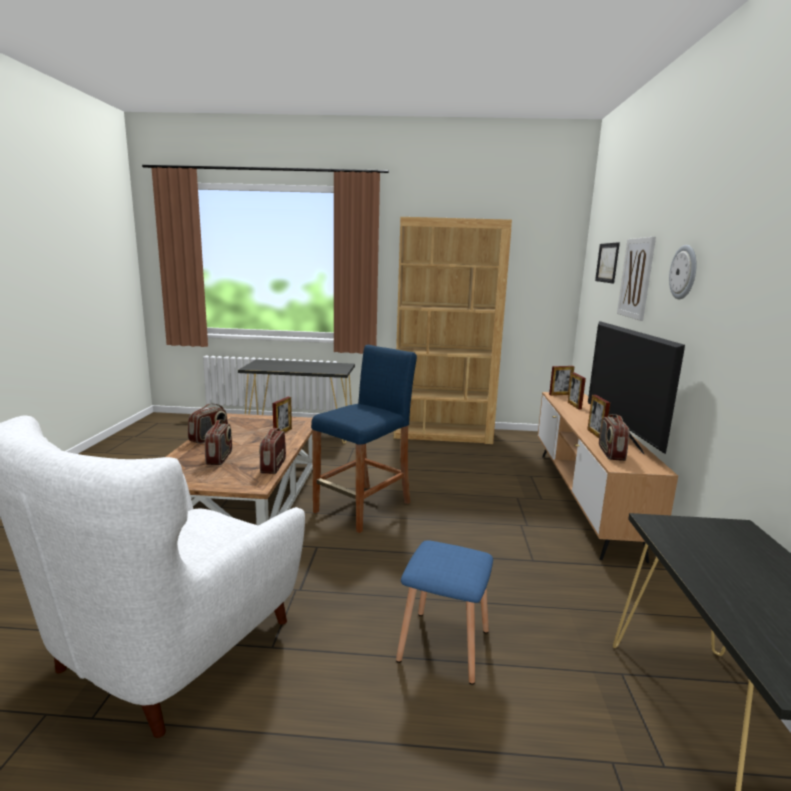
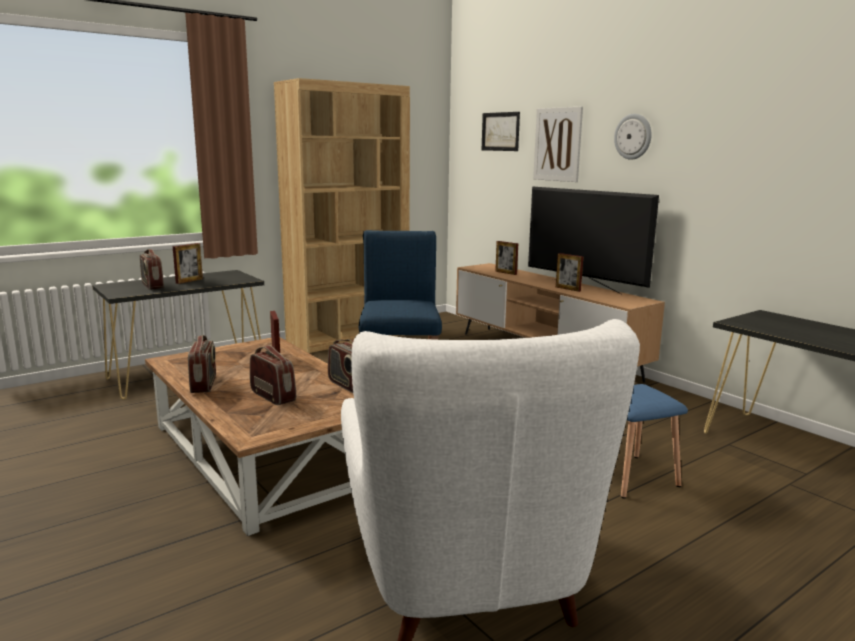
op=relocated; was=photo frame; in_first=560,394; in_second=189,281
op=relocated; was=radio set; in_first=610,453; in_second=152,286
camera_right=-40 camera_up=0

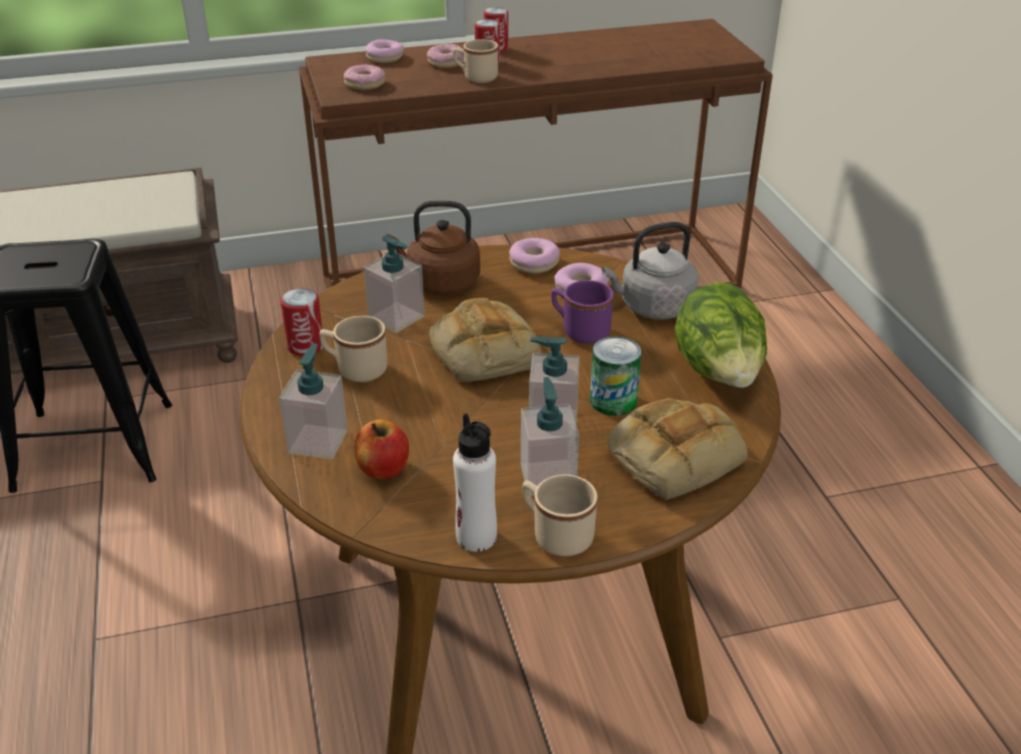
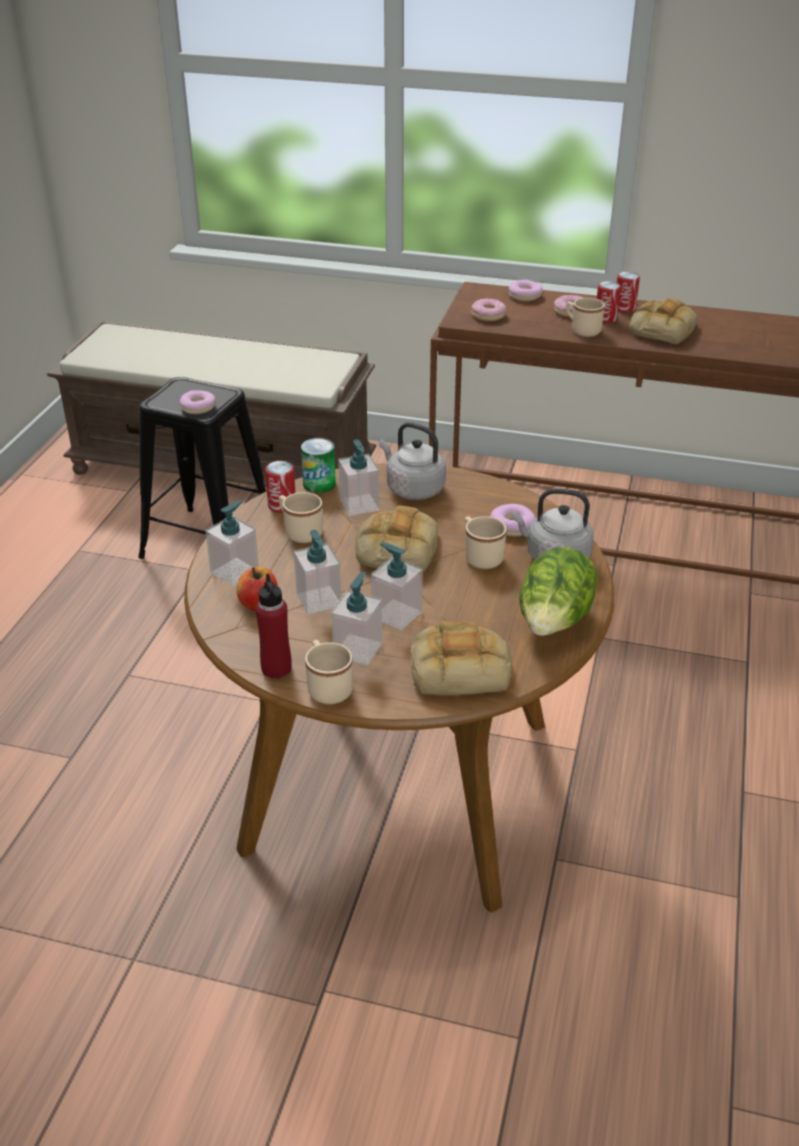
op=appeared; now=liquid soap bottle; in_second=319,600
op=appeared; now=bakery bread; in_second=661,329
op=relocated; was=doughnut; in_first=534,263; in_second=198,407
op=relocated; was=metal can; in_first=613,401; in_second=319,484
op=colour; was=tea kettle/brown-coloured; now=tea kettle/grey; in_first=439,282; in_second=412,489
op=colour; was=drink bottle/white; now=drink bottle/reddish; in_first=476,537; in_second=276,668
op=colour; was=tea mug/purplish; now=tea mug/beige-coloured; in_first=579,330; in_second=480,556
camera_right=30 camera_up=0

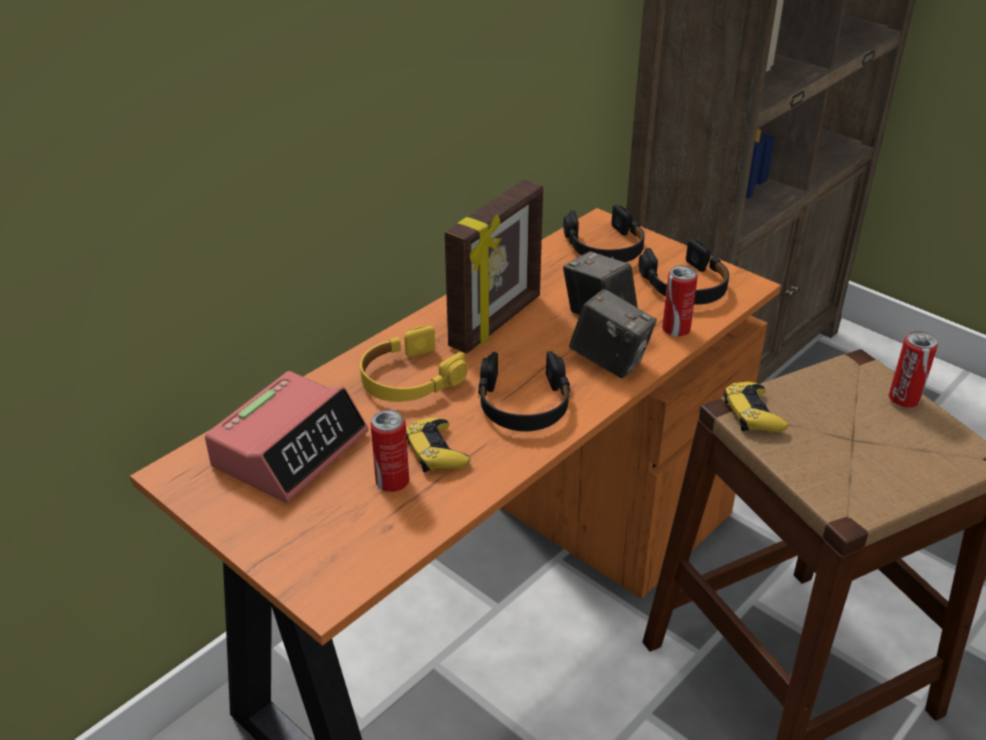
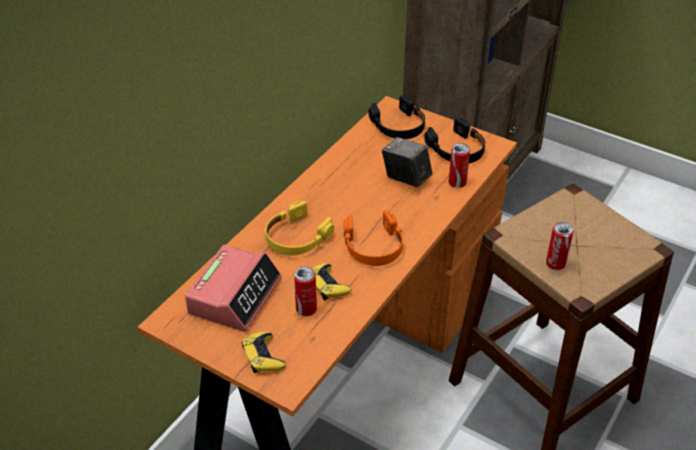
op=missing; was=photo frame; in_first=497,322
op=missing; was=photo camera; in_first=610,361
op=relocated; was=gamepad/yellow; in_first=753,414; in_second=263,356
op=relocated; was=metal can; in_first=904,399; in_second=555,263
op=colour; was=headset/black; now=headset/orange; in_first=523,404; in_second=373,246
camera_right=-10 camera_up=5

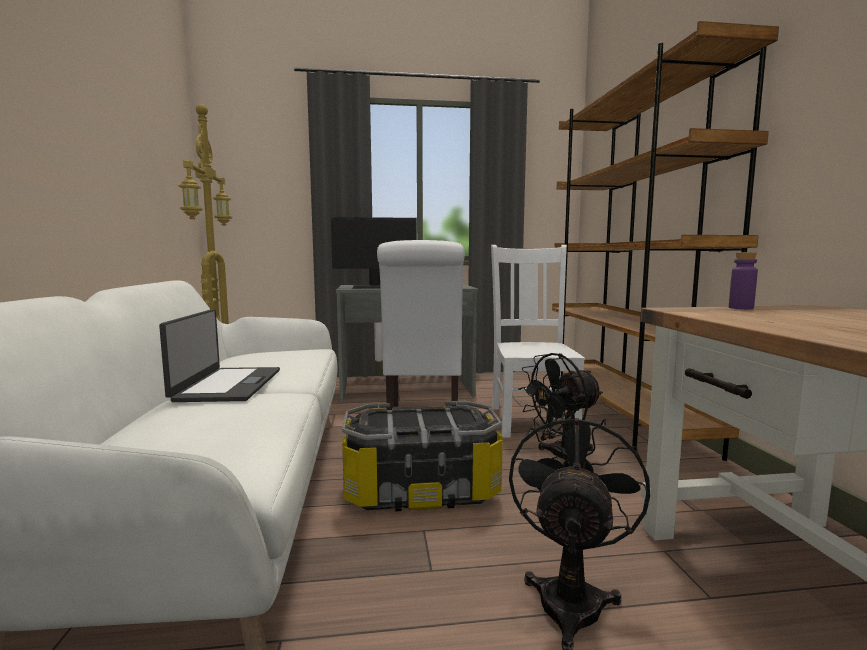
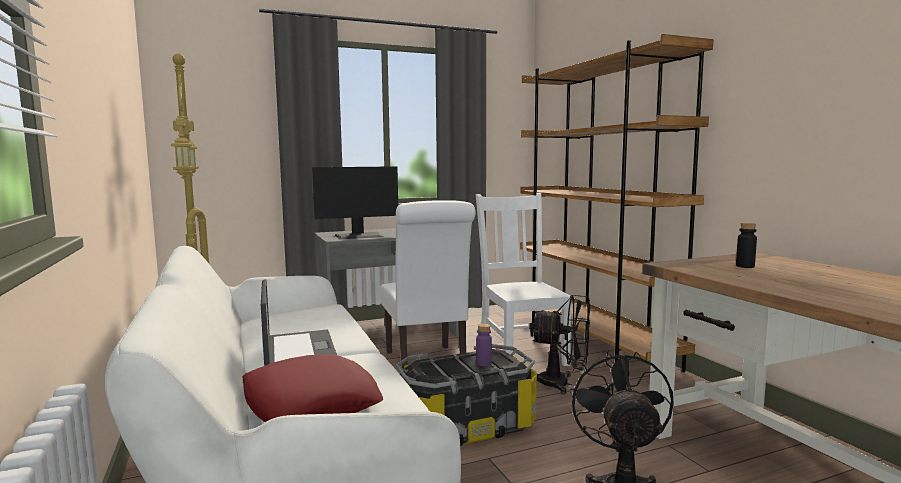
op=appeared; now=pillow/reddish; in_second=309,403
op=appeared; now=drink bottle/black; in_second=745,266
op=relocated; was=drink bottle/purplish; in_first=741,308; in_second=484,363
op=spun; was=cooling fan/black; in_first=560,457; in_second=562,384; clockwise=-120
camera_right=-15 camera_up=0

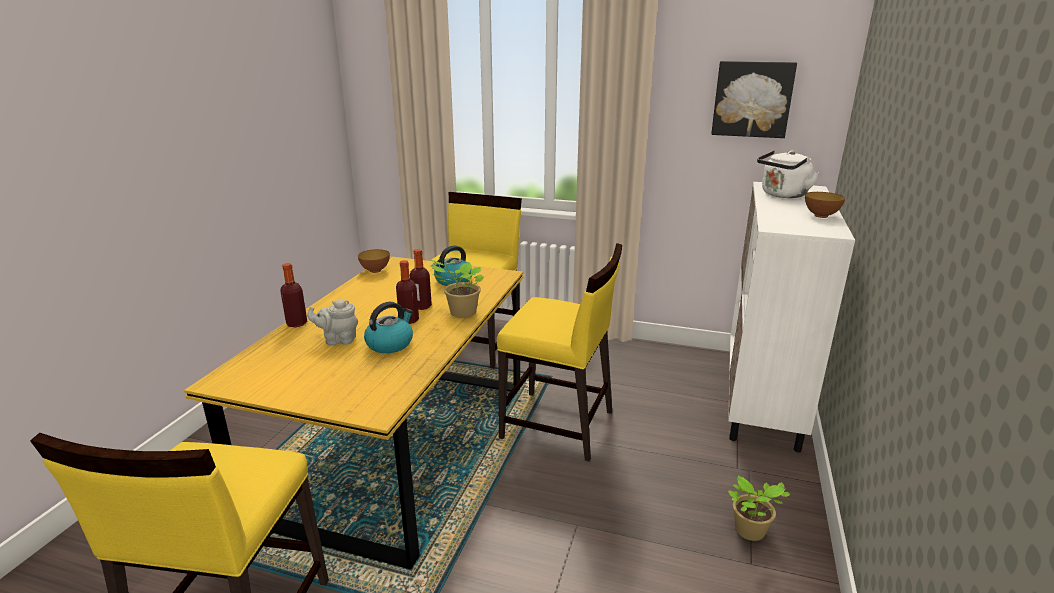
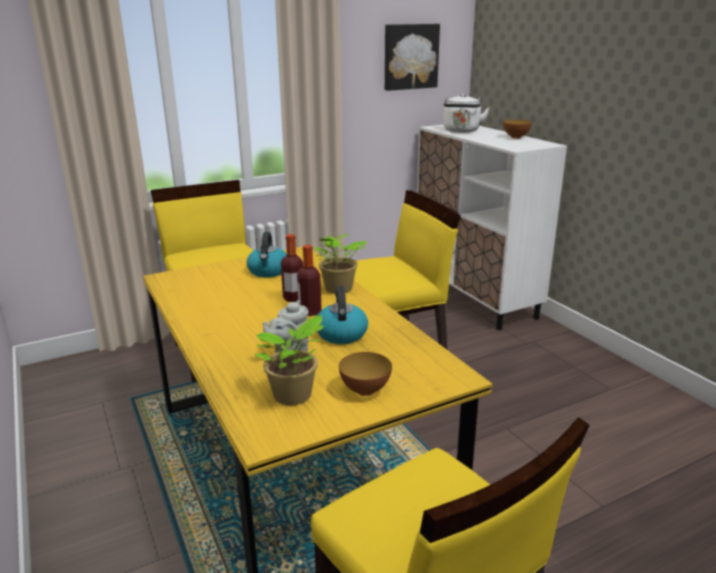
op=missing; was=drink bottle; in_first=297,323
op=relocated; was=deep dish; in_first=375,271; in_second=365,390
op=relocated; was=houseplant; in_first=750,532; in_second=294,396
camera_right=-45 camera_up=0

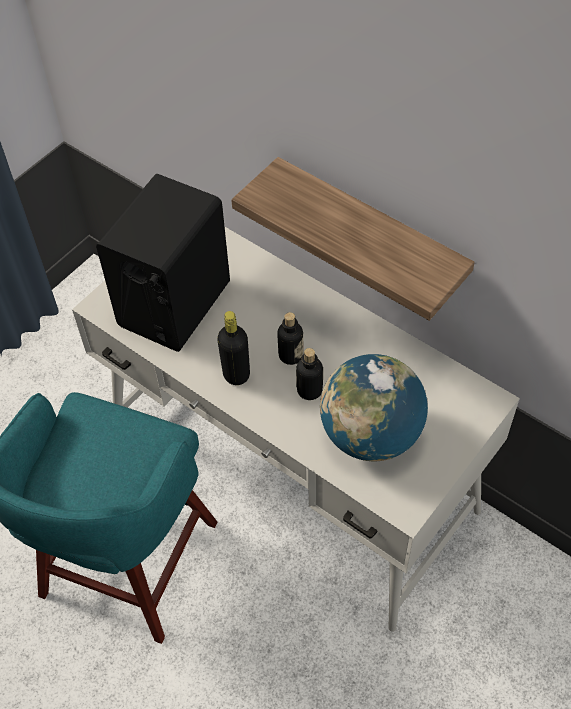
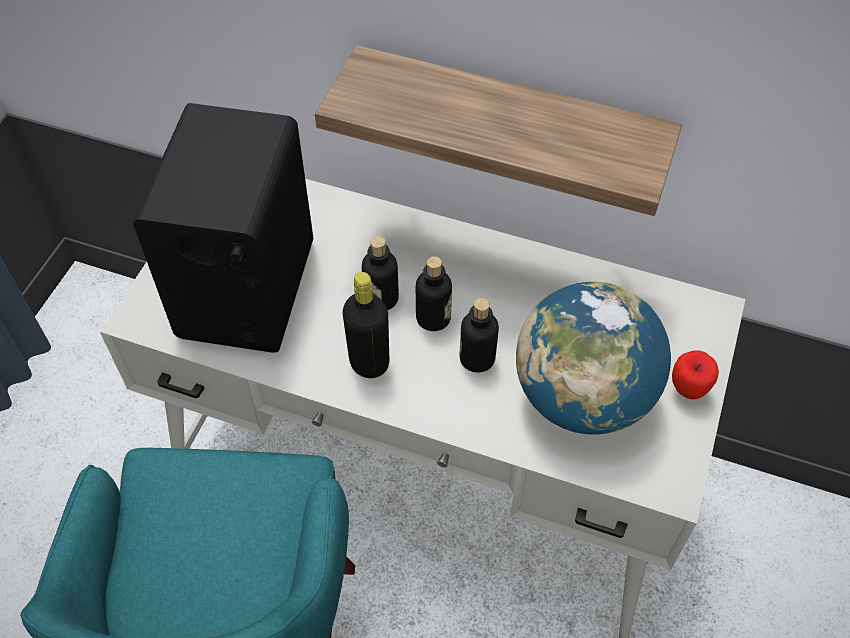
op=appeared; now=drink bottle; in_second=381,299
op=appeared; now=whole apple; in_second=687,390
camera_right=-20 camera_up=0

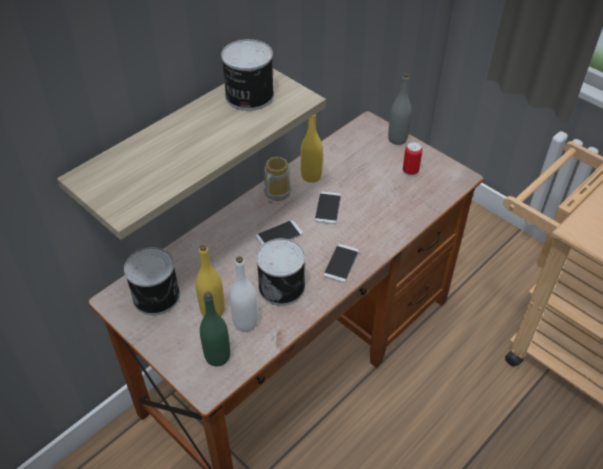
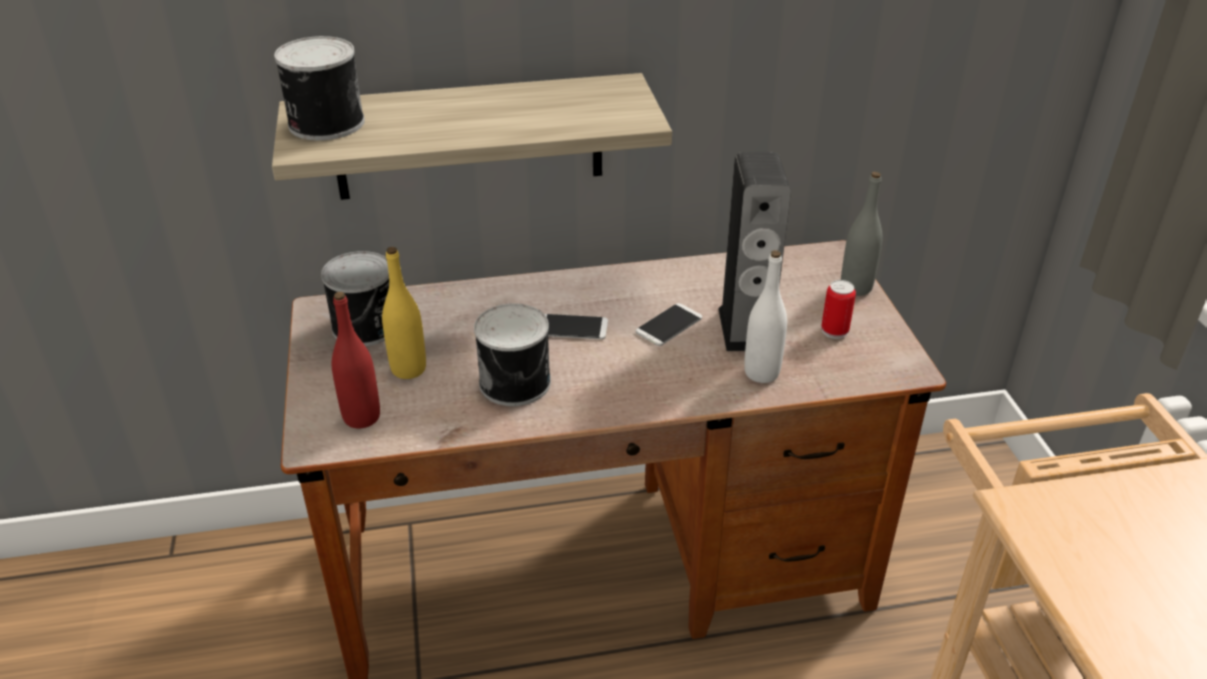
op=missing; was=tea mug; in_first=274,195
op=missing; was=drink bottle/yellow; in_first=311,176
op=missing; was=telephone; in_first=341,263
op=appeared; now=audio speaker; in_second=746,328
op=relocated; was=metal can; in_first=248,96; in_second=324,123
op=relocated; was=drink bottle/white; in_first=245,322; in_second=761,373
op=colour; was=drink bottle/greenish; now=drink bottle/reddish; in_first=217,356; in_second=361,417
camera_right=35 camera_up=-10

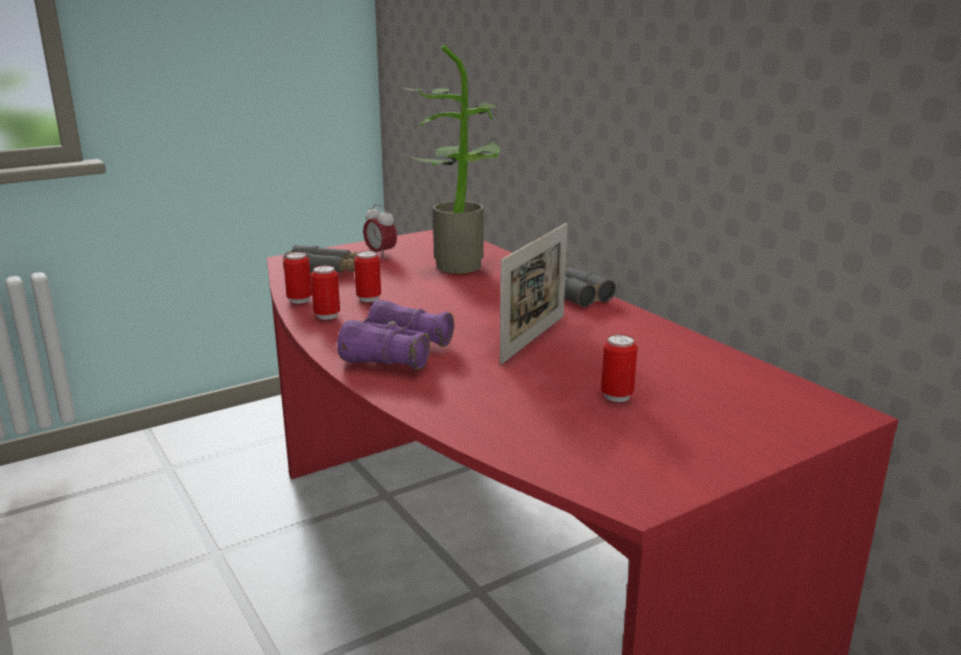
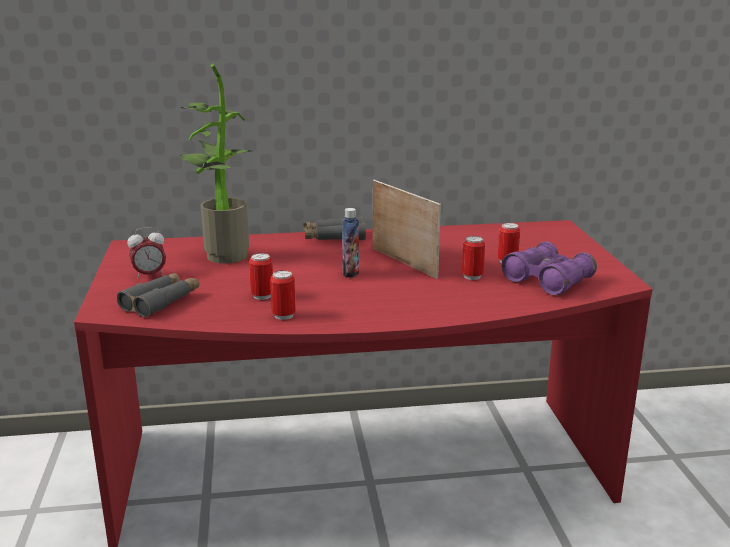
op=appeared; now=drink bottle; in_second=350,273
op=relocated; was=metal can; in_first=299,300; in_second=472,276
op=relocated; was=field glasses/purplish; in_first=397,353; in_second=548,280
camera_right=-65 camera_up=0

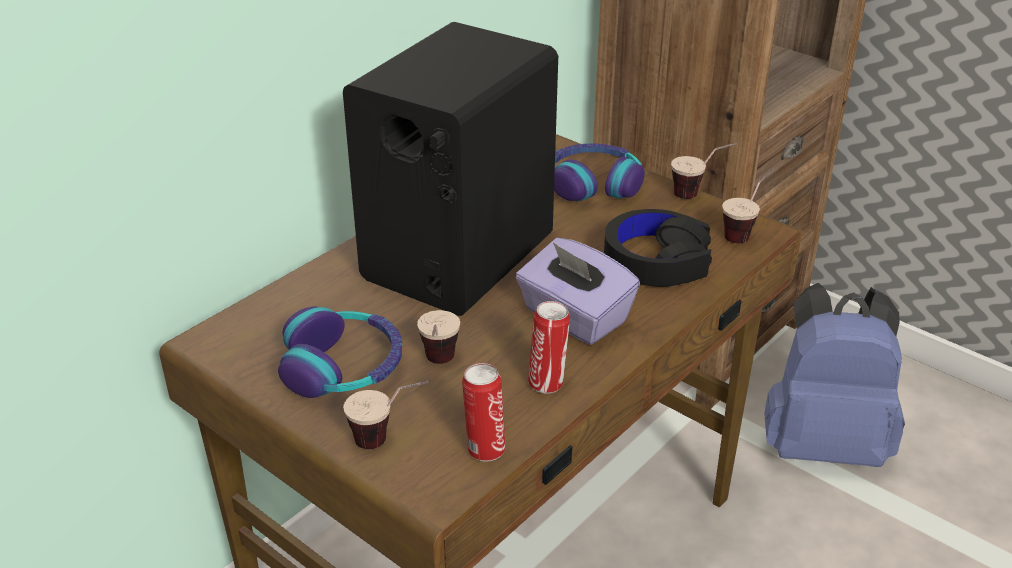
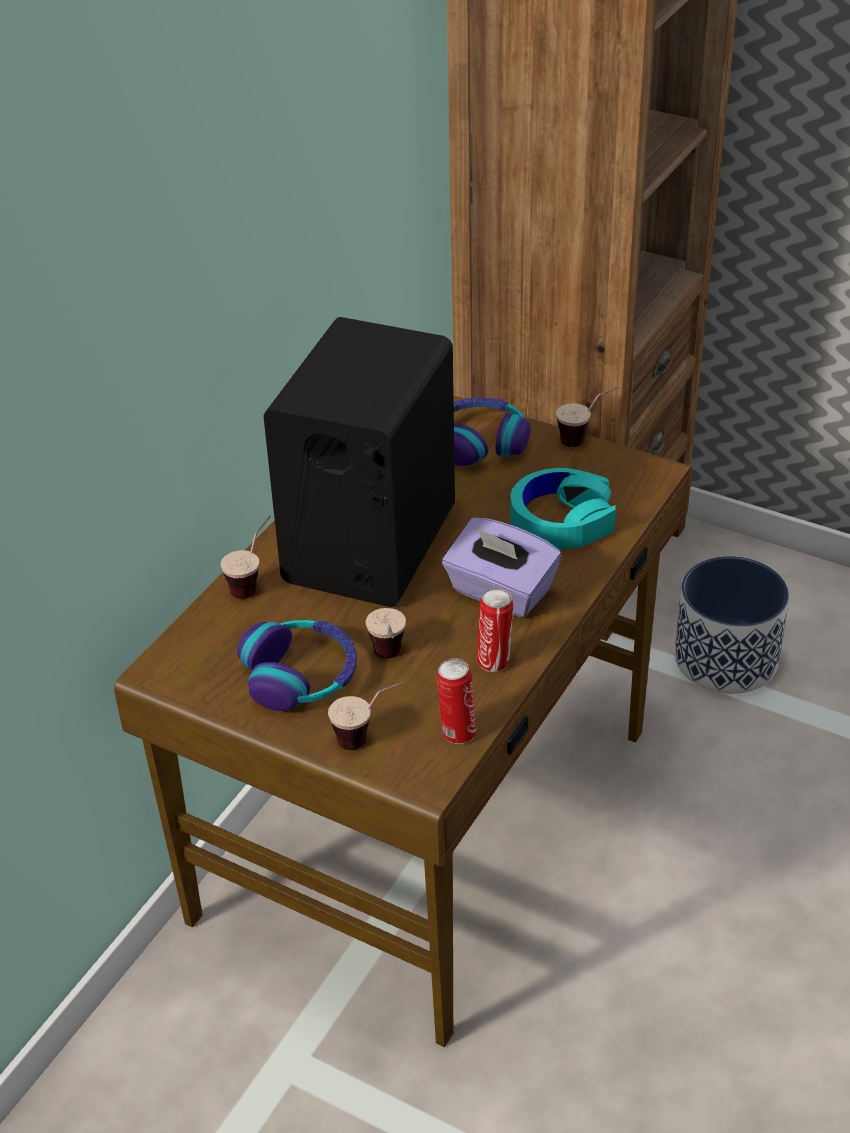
op=relocated; was=small cup; in_first=745,232; in_second=253,582
op=exchanged; was=rucksack/bluish; now=planter; in_first=822,443; in_second=726,659
op=colour; was=headset/black; now=headset/turquoise-coloured; in_first=656,261; in_second=561,520
camera_right=-10 camera_up=5

